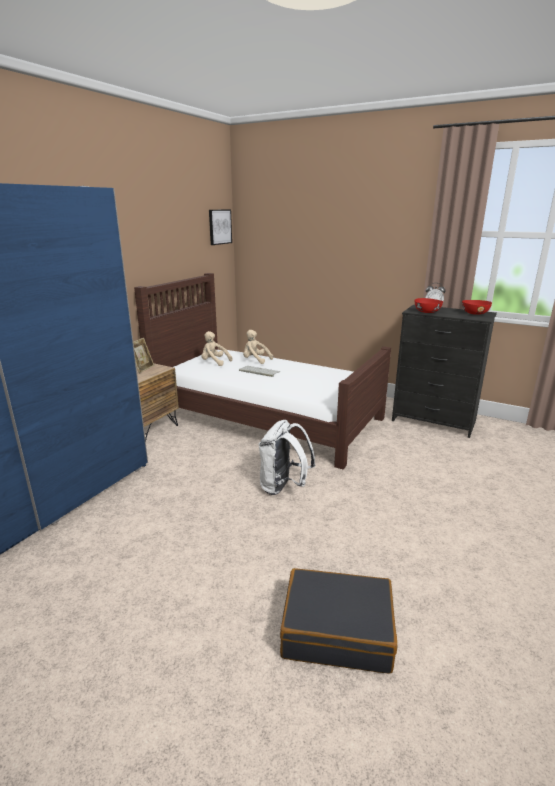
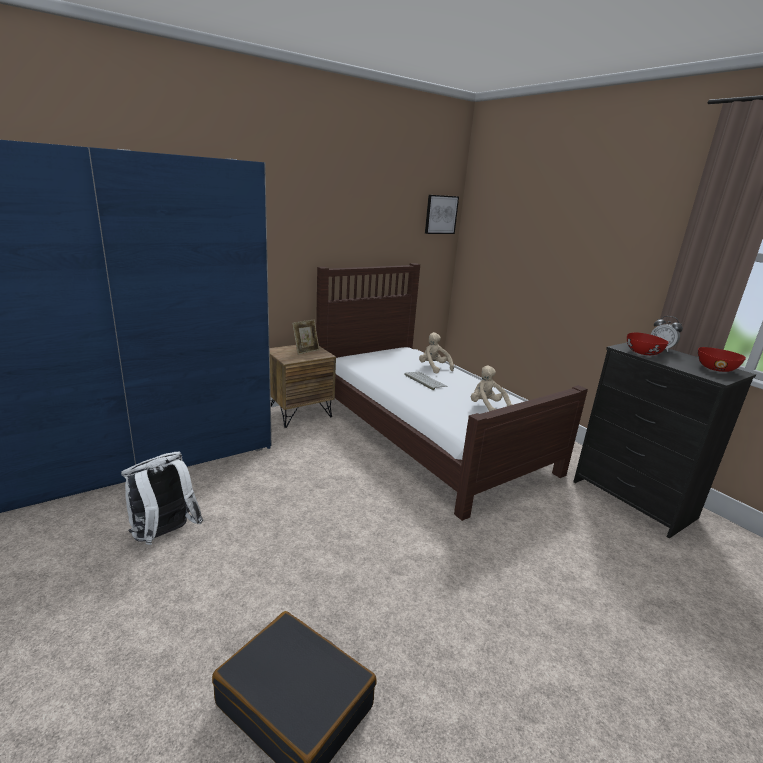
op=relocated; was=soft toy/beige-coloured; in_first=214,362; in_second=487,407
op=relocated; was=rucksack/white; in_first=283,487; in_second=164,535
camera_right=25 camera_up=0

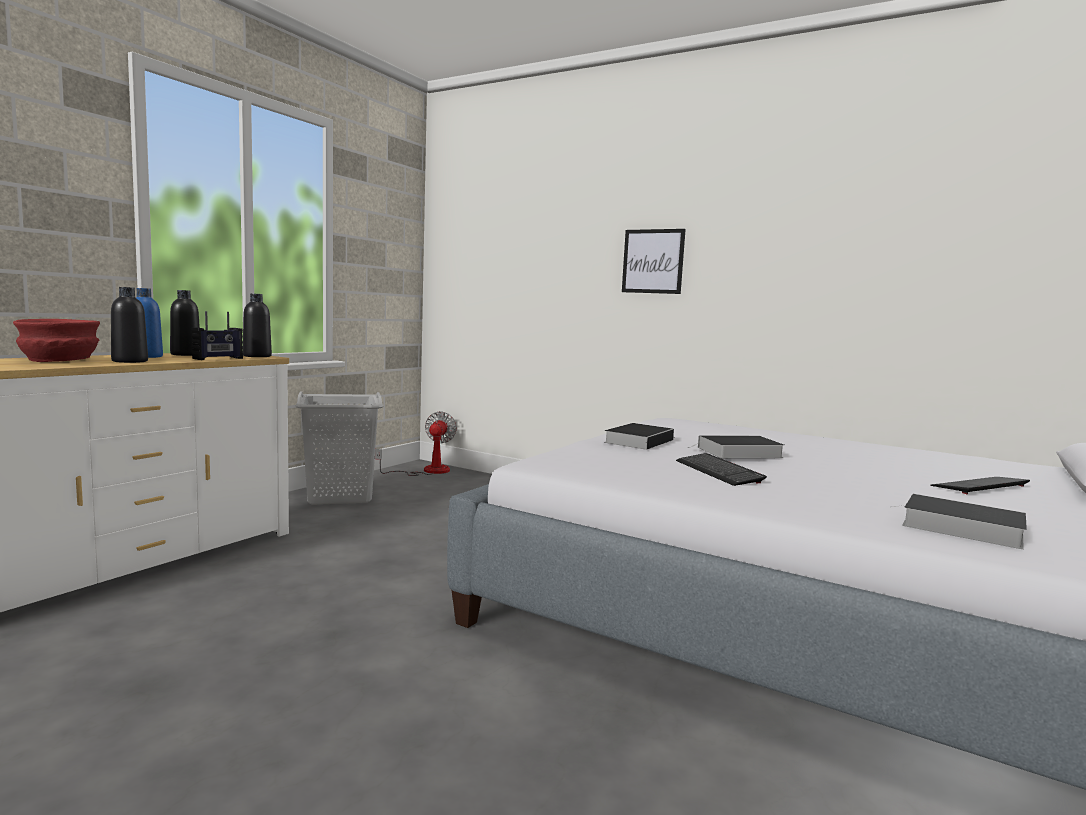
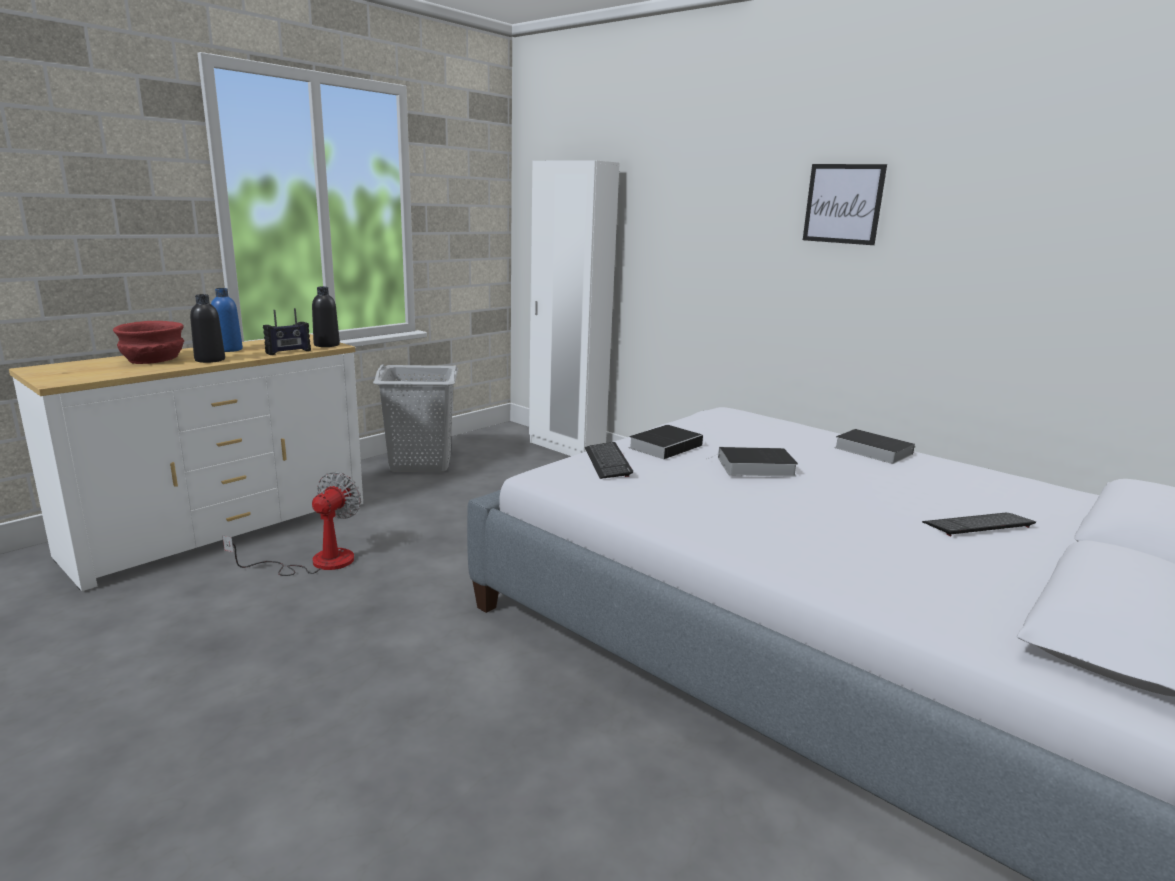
op=missing; was=drink bottle/black; in_first=185,354
op=appeared; now=wardrobe/white; in_second=566,448
op=relocated; was=cooling fan; in_first=427,471; in_second=316,562
op=relocated; was=picture; in_first=653,261; in_second=843,204
op=relocated; was=computer keyboard; in_first=718,471; in_second=607,462
op=relocated; was=bound book; in_first=957,527; in_second=870,450
camera_right=10 camera_up=10

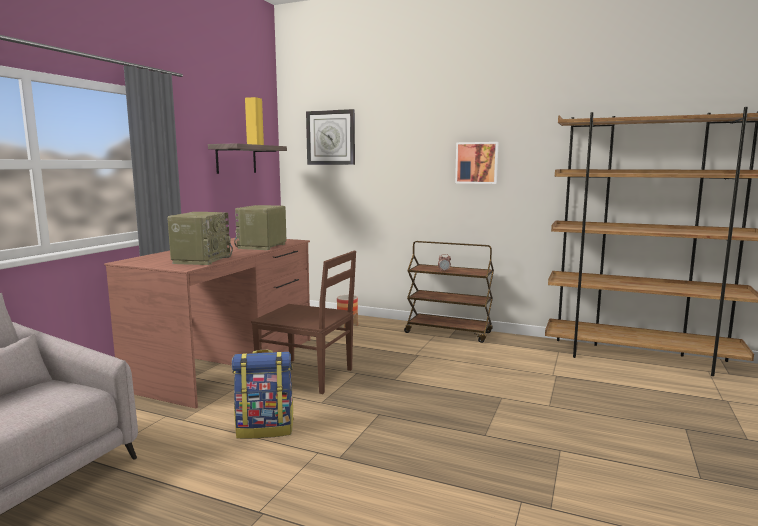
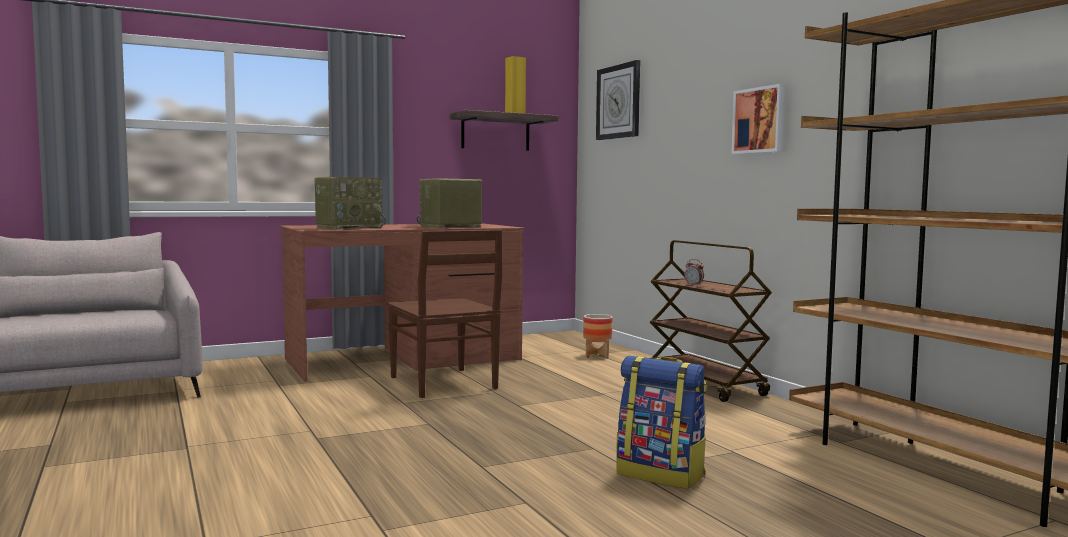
op=relocated; was=rucksack; in_first=265,429; in_second=661,474
camera_right=40 camera_up=-5

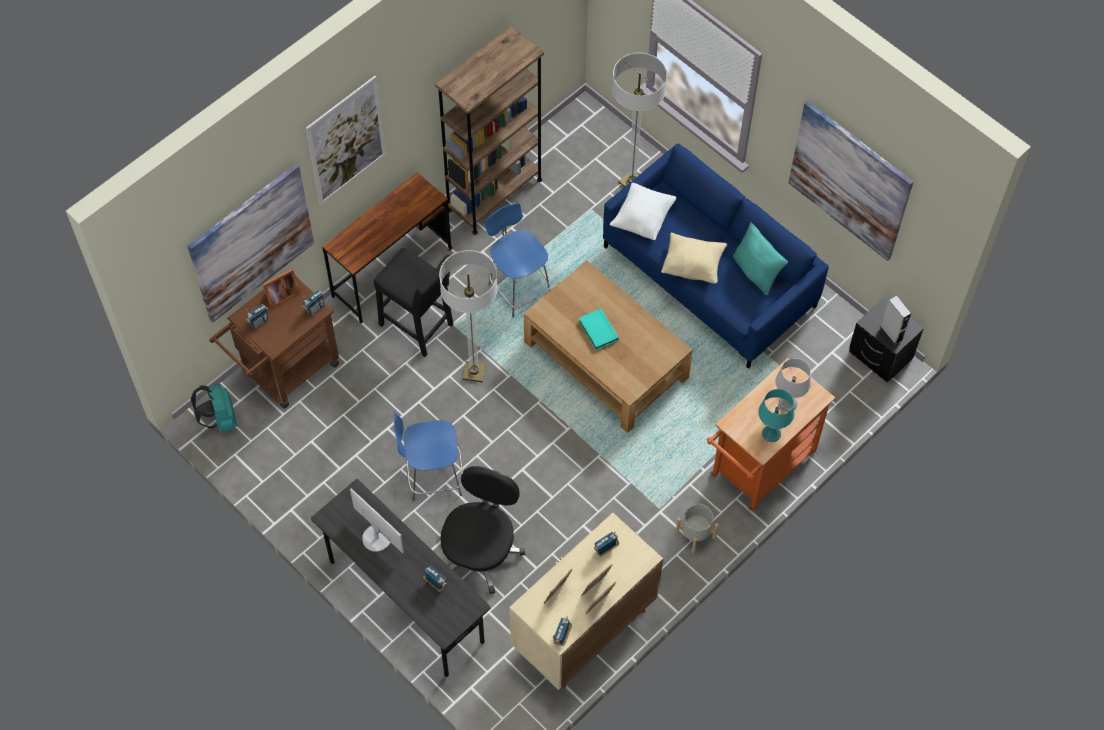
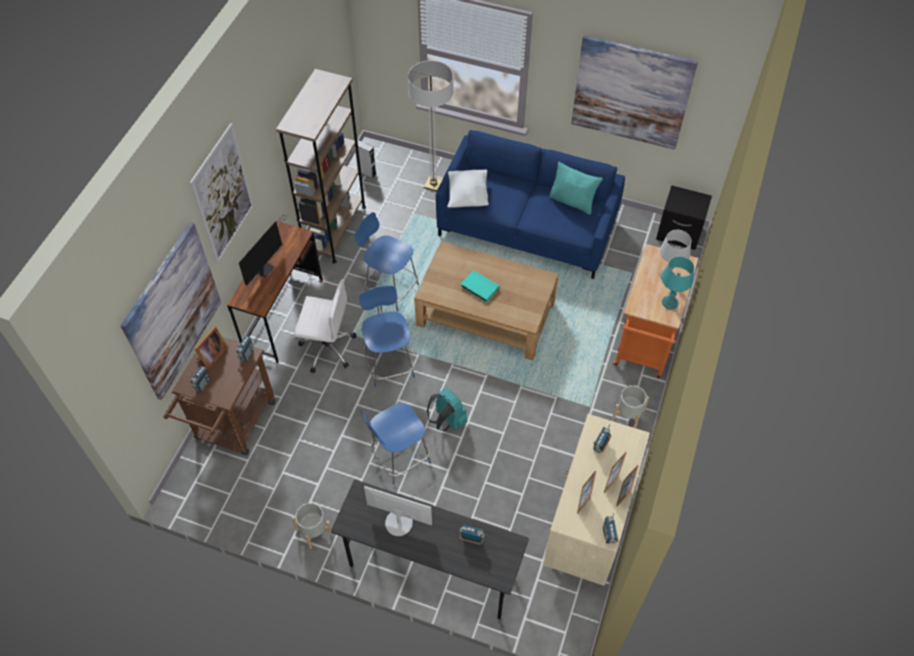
op=missing; was=office chair/black; in_first=480,551
op=missing; was=pillow/beige-coloured; in_first=693,266
op=appeared; now=monitor; in_second=265,267
op=appeared; now=planter/grey; in_second=314,531
op=relocated; was=rucksack/turquoise-coloured; in_first=220,419; in_second=447,421
op=relocated; was=audio speaker/grey; in_first=891,333; in_second=367,173
op=exchanged; was=sitting stool/black; now=office chair/white; in_first=419,328; in_second=327,348
op=exchanged; was=floor lamp; now=plain chair/bluish; in_first=474,372; in_second=389,363
camera_right=-25 camera_up=-5

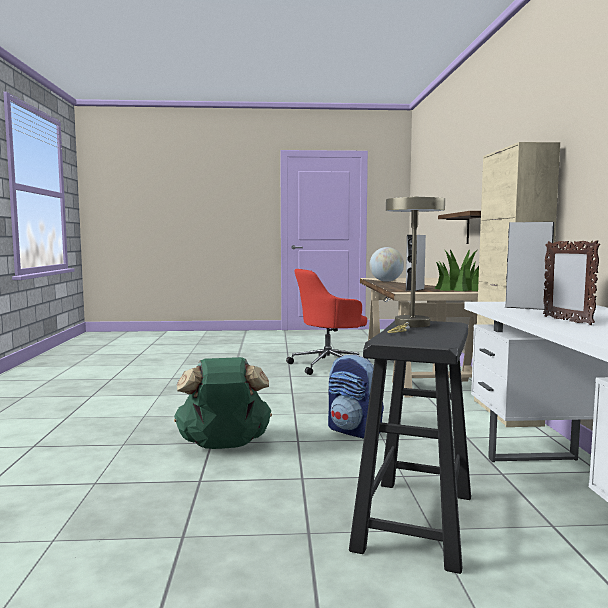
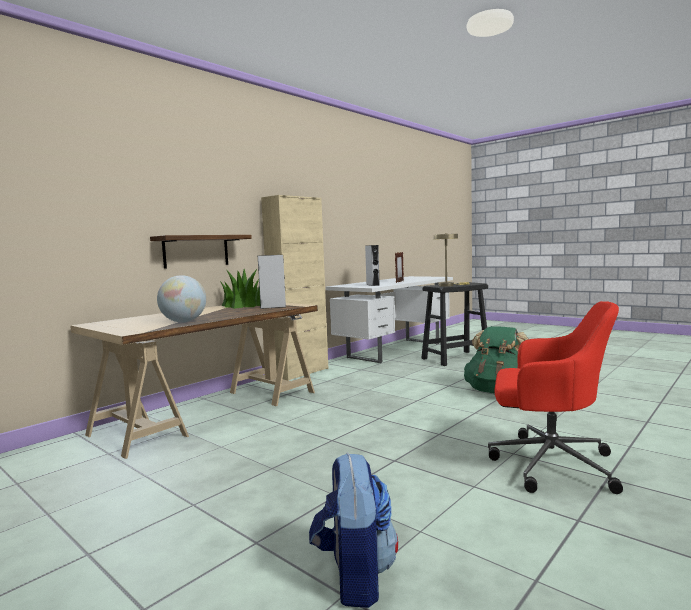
op=relocated; was=office chair/reddish; in_first=329,366; in_second=548,464
op=relocated; was=rucksack; in_first=355,431; in_second=354,577
camera_right=-135 camera_up=0

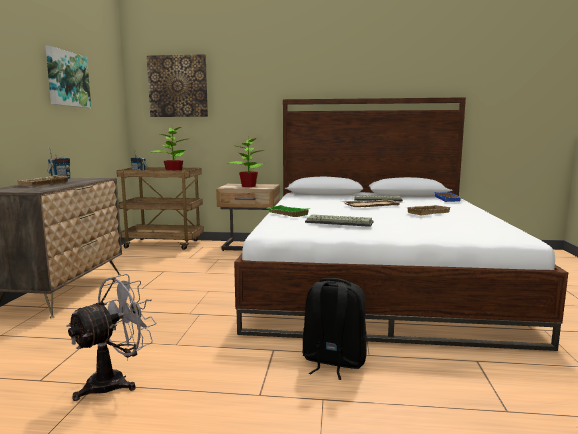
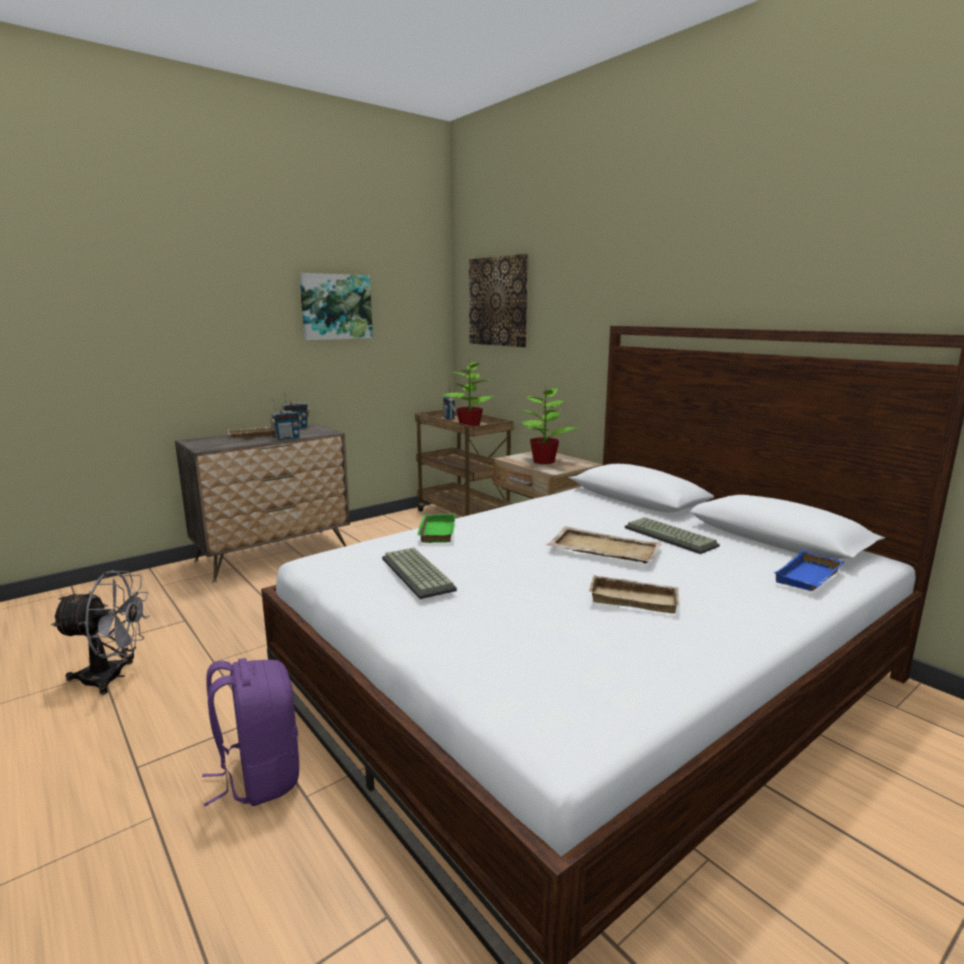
op=appeared; now=radio set; in_second=287,438
op=colour; was=rucksack/black; now=rucksack/purplish; in_first=333,361; in_second=259,776
camera_right=45 camera_up=5

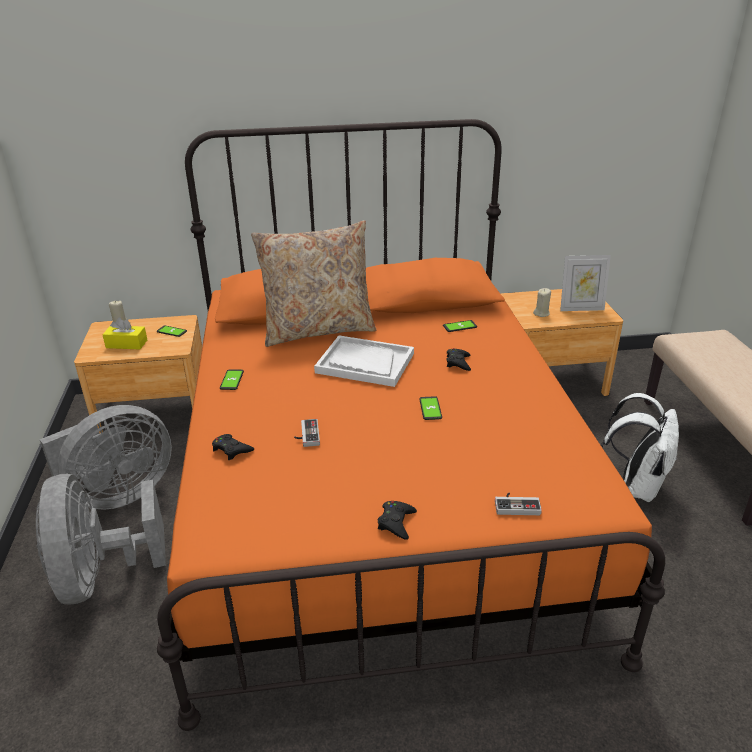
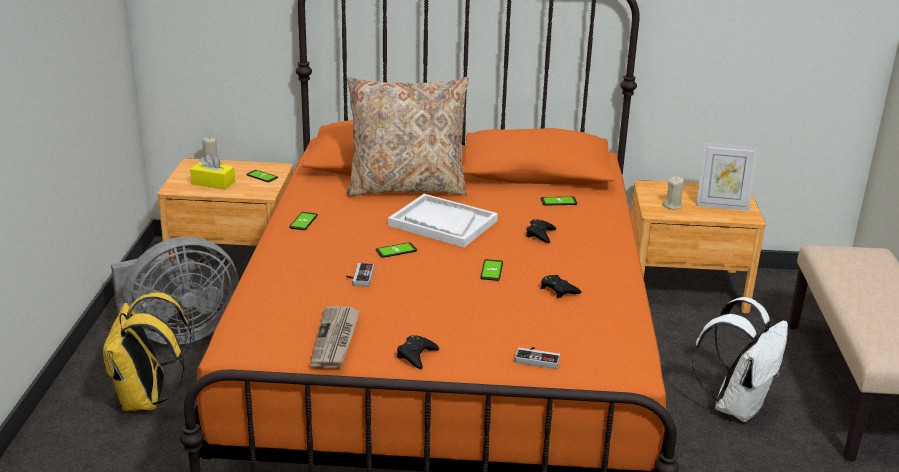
op=appeared; now=daily paper; in_second=336,339
op=appeared; now=telephone; in_second=396,251
op=relocated; was=gamepad/black; in_first=231,449; in_second=558,290
op=exchanged; was=cooling fan/grey; now=rucksack/yellow; in_first=101,575; in_second=147,400
camera_right=10 camera_up=-5

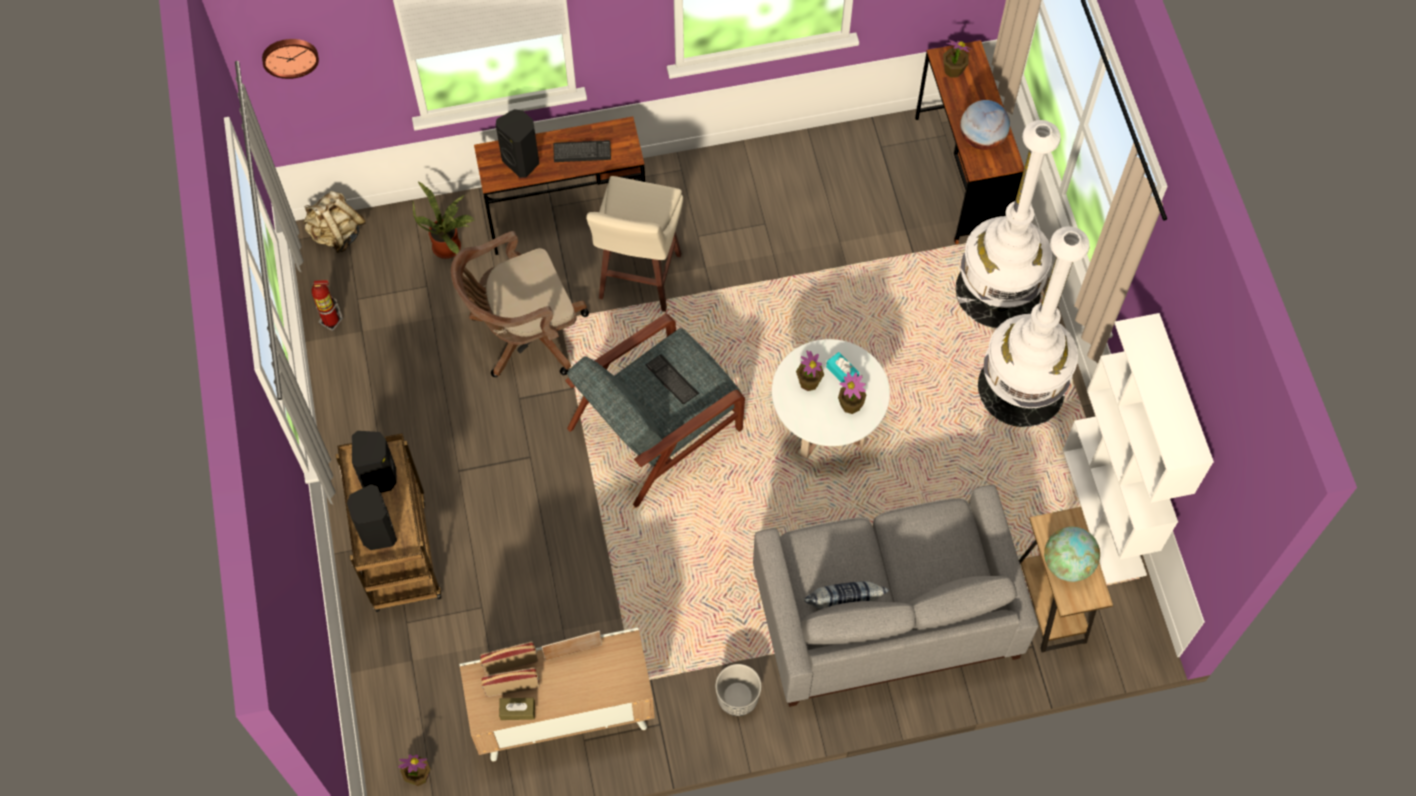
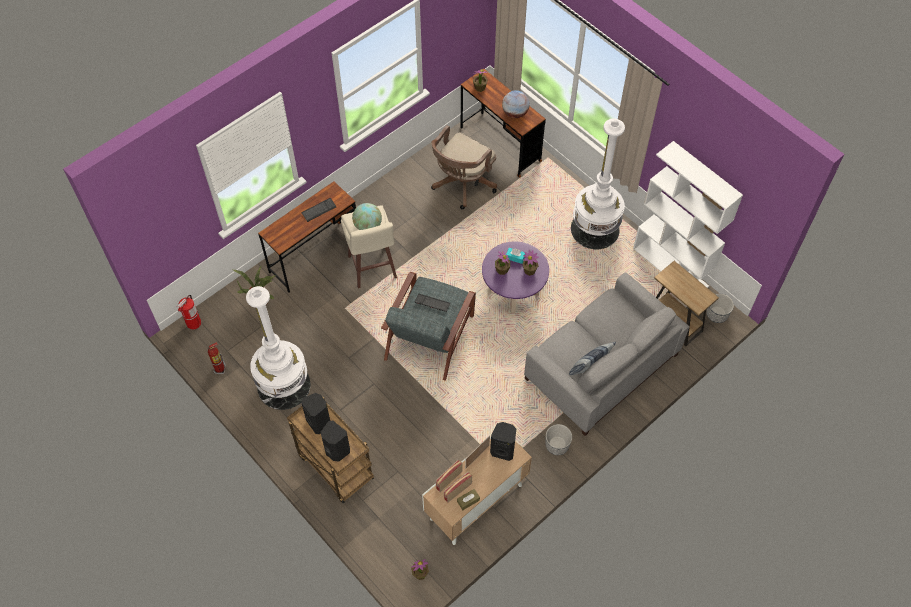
op=missing; was=wall clock; in_first=290,56
op=appeared; now=planter; in_second=717,314
op=relocated; was=office chair/brown-coloured; in_first=523,335; in_second=462,185
op=relocated; was=audio speaker/black; in_first=522,161; in_second=503,450
op=relocated; was=floor lamp/white; in_first=997,291; in_second=283,385
op=relocated; was=desk globe; in_first=1067,563; in_second=368,226
op=exchanged; was=rucksack/beige-coloured; now=extinguisher; in_first=337,234; in_second=193,323
op=colour; was=low table/white; now=low table/purplish; in_first=826,424; in_second=513,292
camera_right=-30 camera_up=-5

